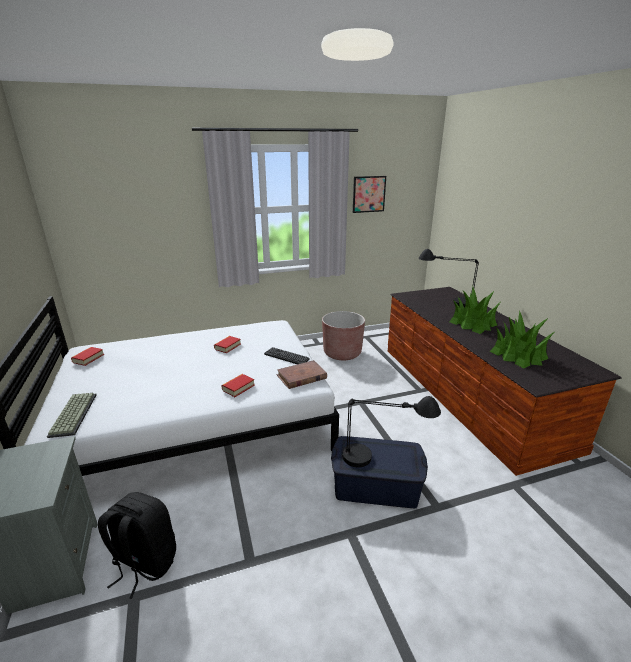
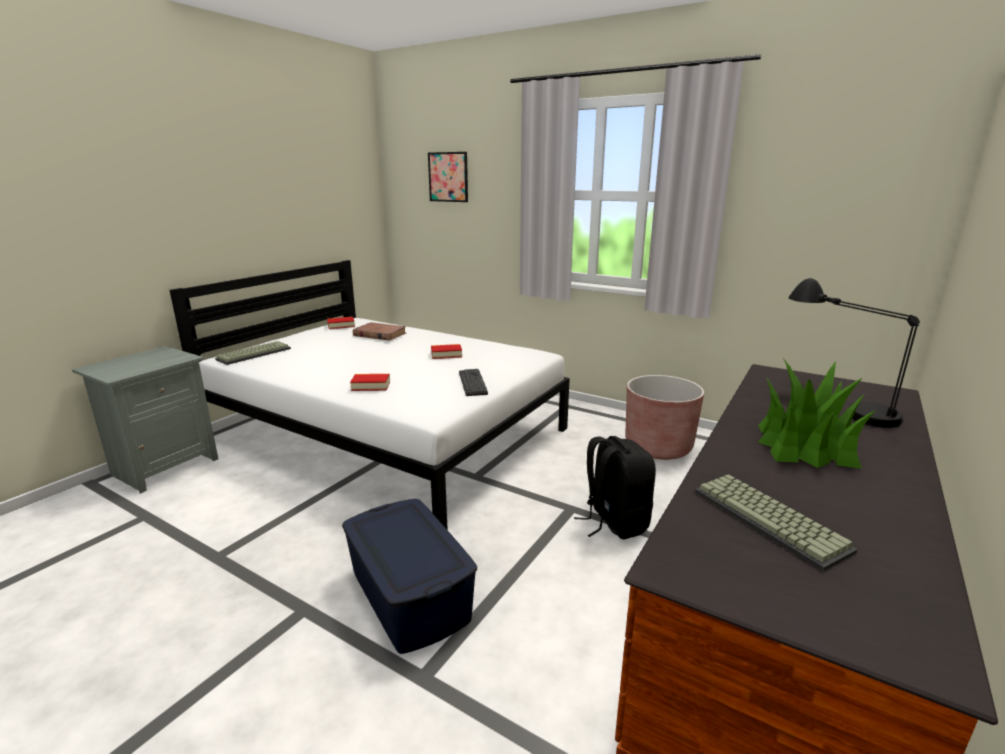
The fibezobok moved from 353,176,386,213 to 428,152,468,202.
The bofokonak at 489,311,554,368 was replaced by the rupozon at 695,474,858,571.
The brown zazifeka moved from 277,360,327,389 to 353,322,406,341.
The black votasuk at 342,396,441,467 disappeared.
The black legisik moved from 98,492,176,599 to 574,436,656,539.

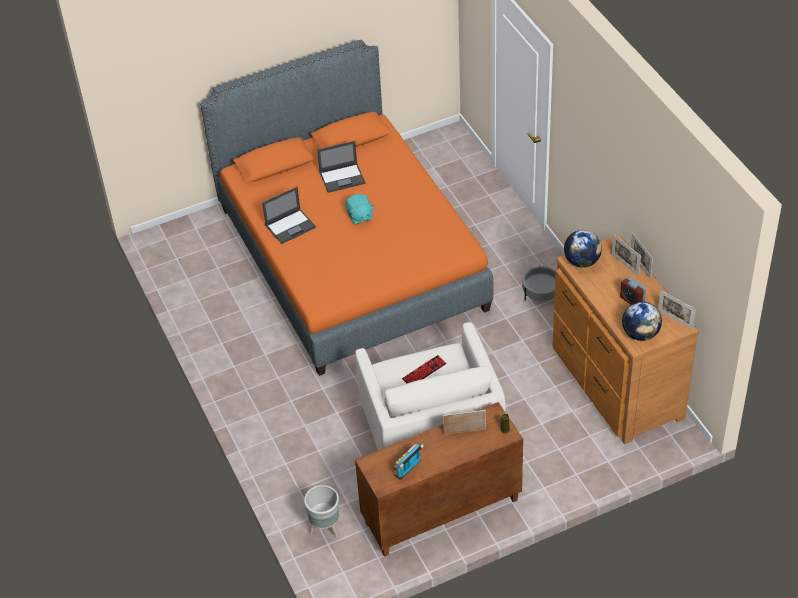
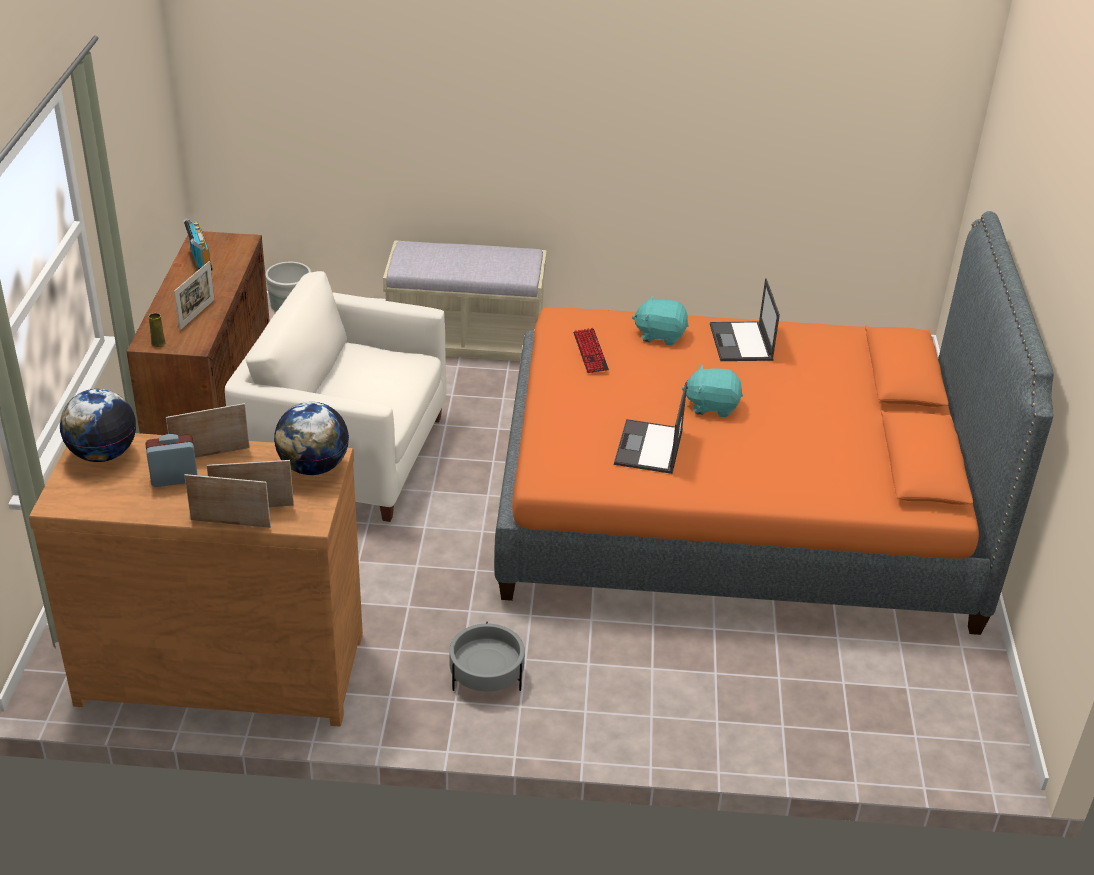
The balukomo moved from 317,141,365,193 to 614,382,687,474.
The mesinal moved from 658,290,696,330 to 166,403,250,458.
The rupozon moved from 402,355,446,383 to 573,328,609,373.
The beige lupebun at 383,240,547,361 appeared.
The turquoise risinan at 632,295,689,345 appeared.

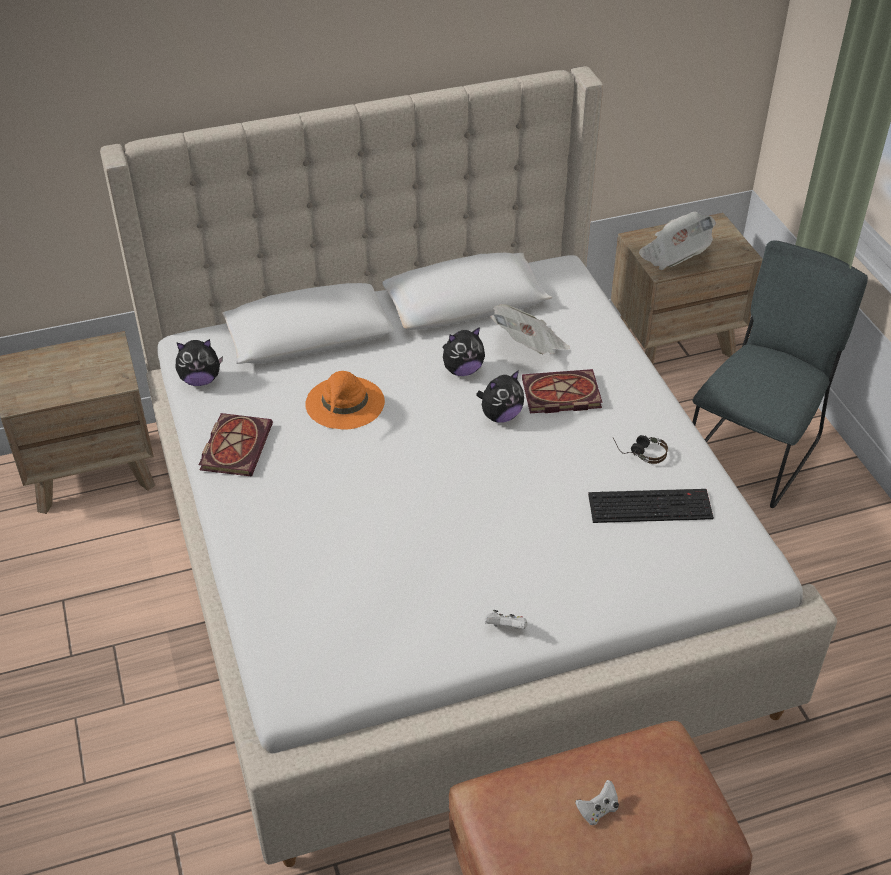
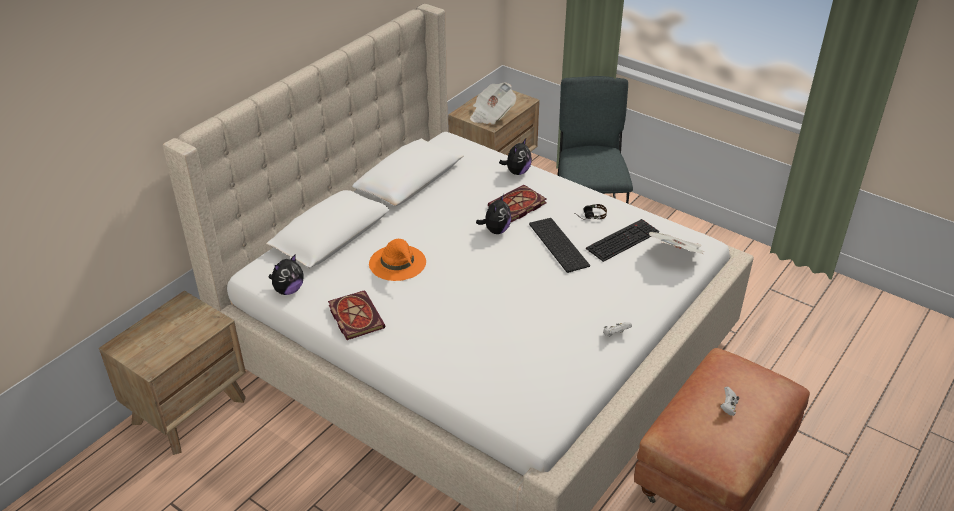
The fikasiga moved from 490,304,570,354 to 649,232,704,254.
The risinan moved from 442,327,485,376 to 499,139,532,175.
The rupozon at 529,218,590,273 appeared.

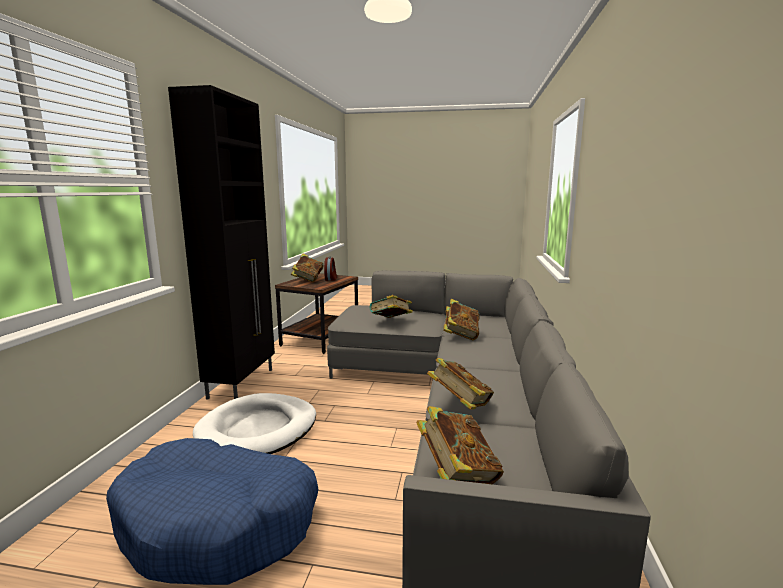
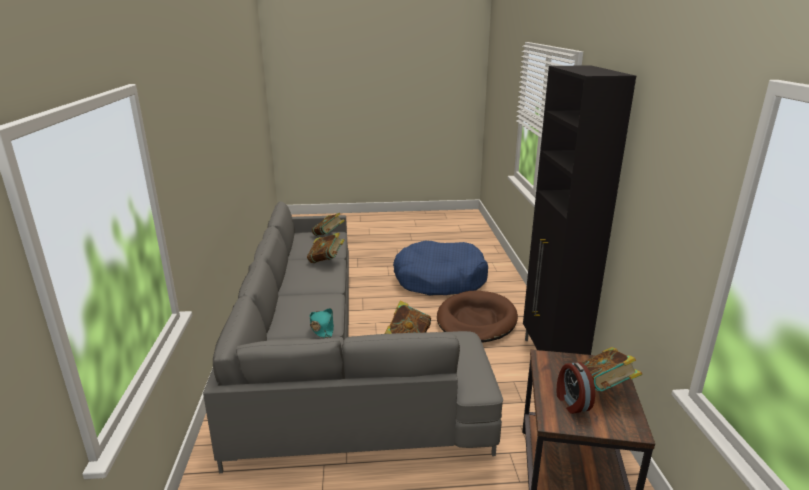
The zazifeka at 443,299,479,340 was replaced by the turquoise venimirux at 310,308,334,338.
The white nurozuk at 193,393,316,454 became the brown nurozuk at 437,291,518,343.

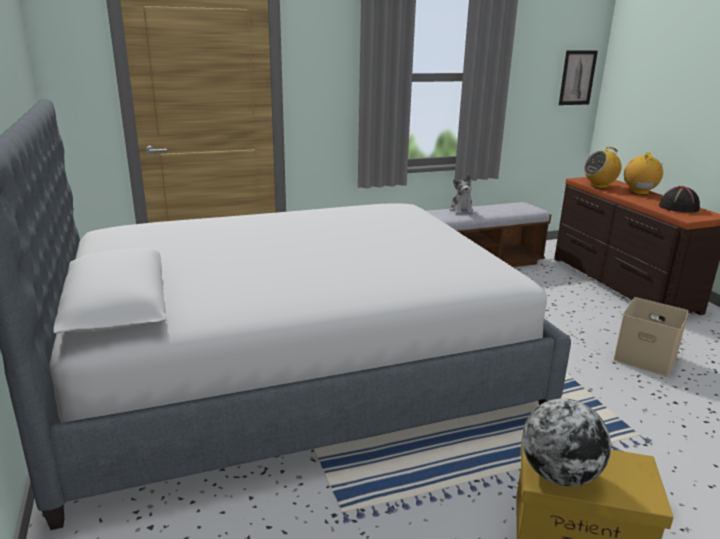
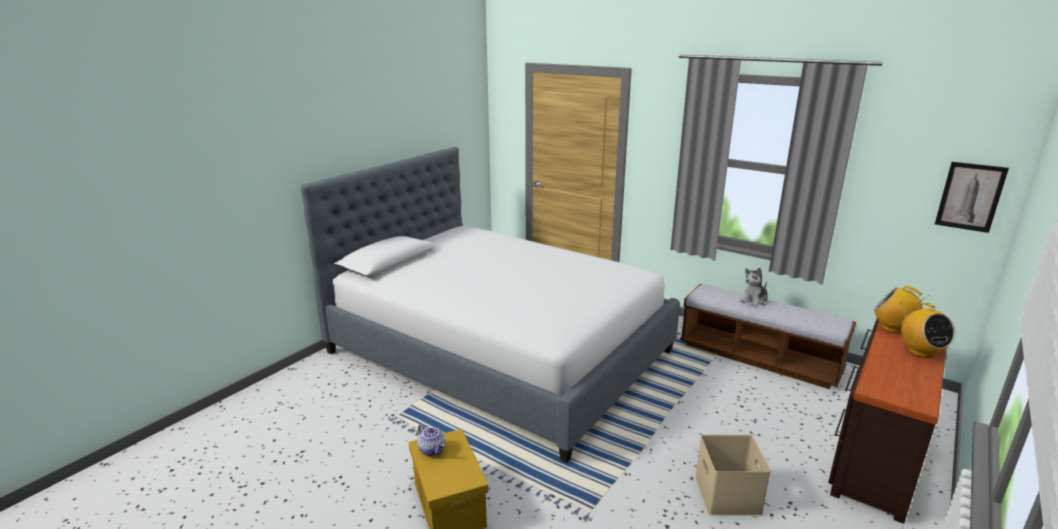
The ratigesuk at 624,152,663,195 turned 105 degrees clockwise.
The black venimirux at 659,186,700,213 disappeared.
The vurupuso at 522,398,611,486 was replaced by the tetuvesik at 417,424,445,456.

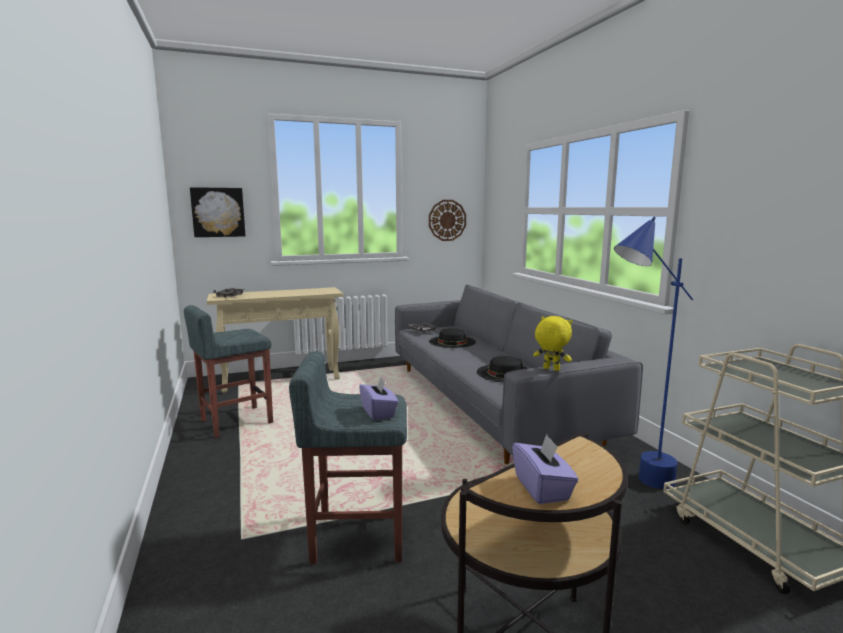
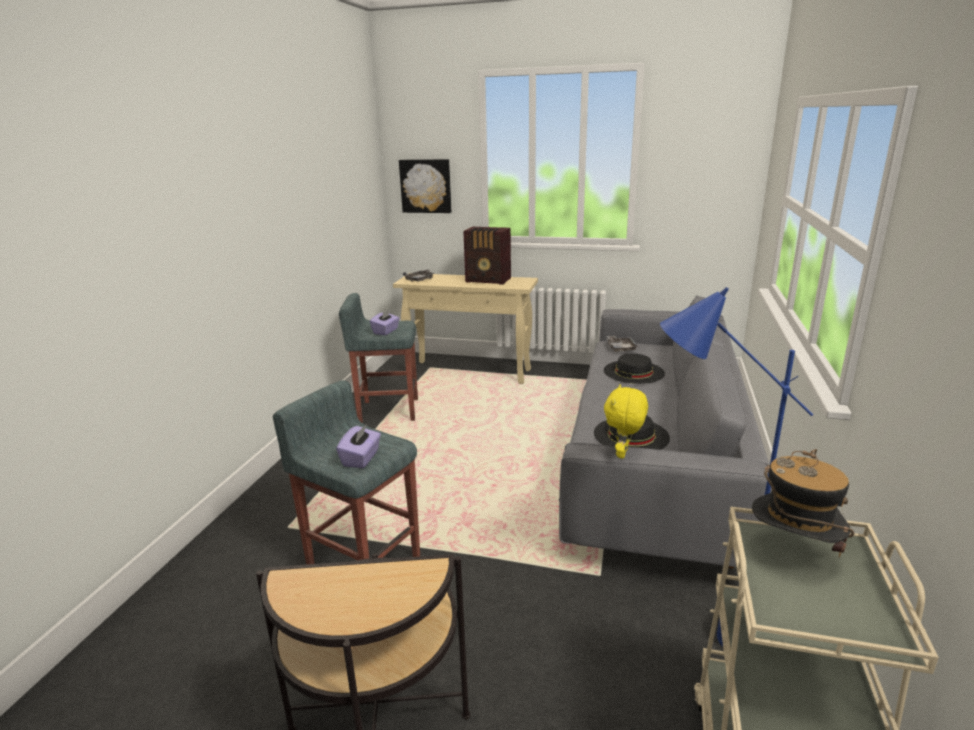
The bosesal at 429,200,466,241 disappeared.
The yellow risinan at 533,316,572,371 turned 135 degrees counterclockwise.
The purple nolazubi moved from 512,434,579,504 to 370,309,400,335.
The ratigesuk at 463,227,511,285 appeared.
The venimirux at 752,449,854,557 appeared.

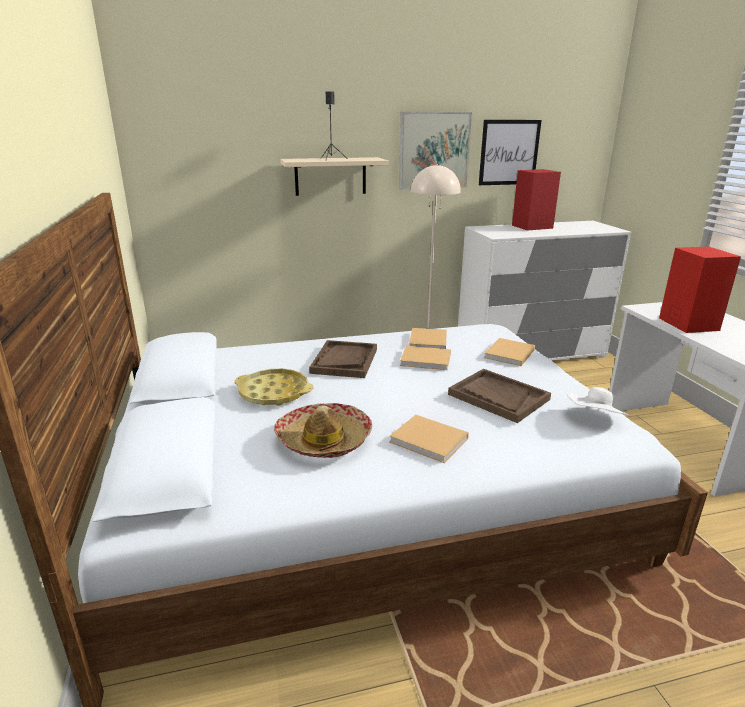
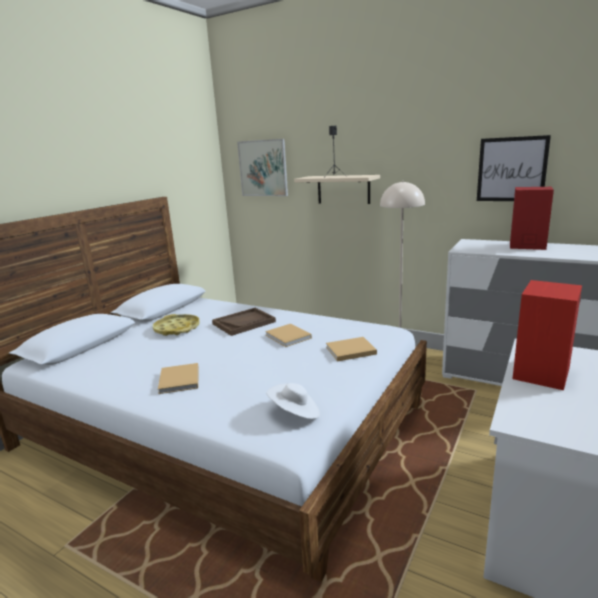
The fibezobok moved from 399,112,472,190 to 237,139,288,196.
The beige zazifeka at 409,328,447,349 disappeared.
The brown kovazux at 448,369,551,423 disappeared.
The venimirux at 274,403,372,458 disappeared.

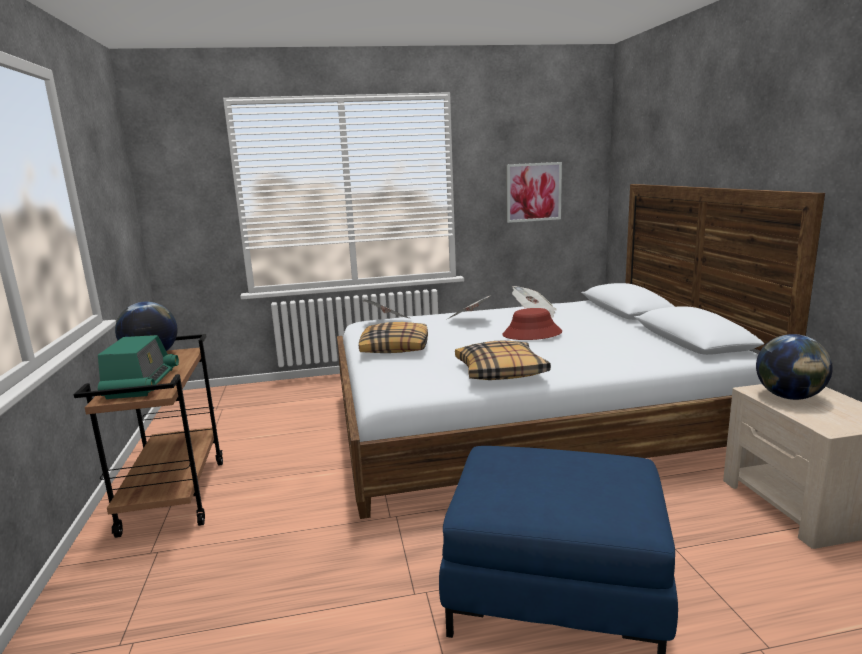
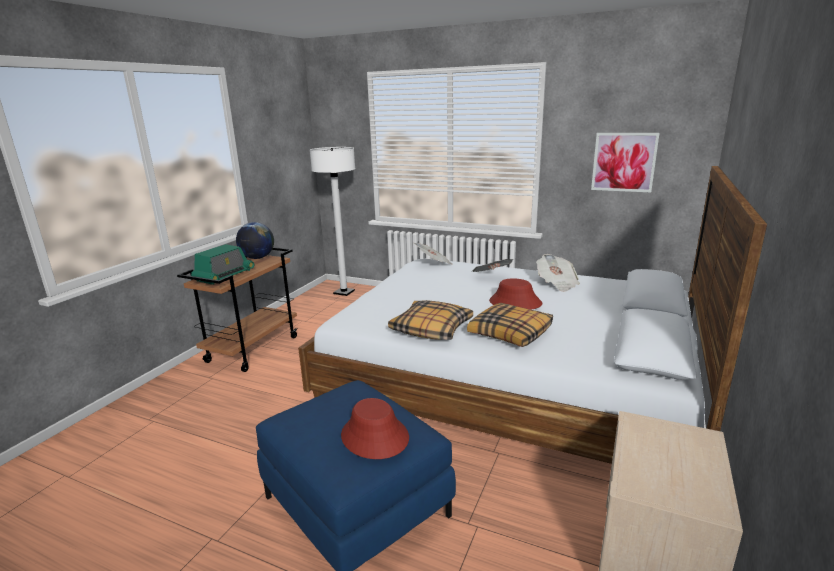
The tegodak moved from 359,322,428,353 to 467,303,553,347.
The vurupuso at 756,334,833,400 disappeared.
The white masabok at 310,147,356,296 appeared.
The red venimirux at 341,398,409,459 appeared.

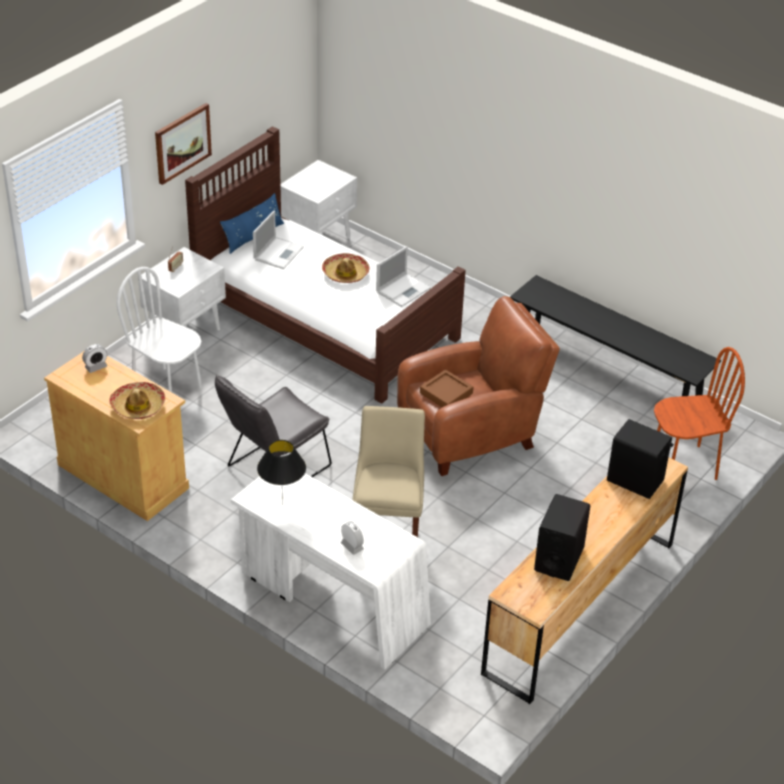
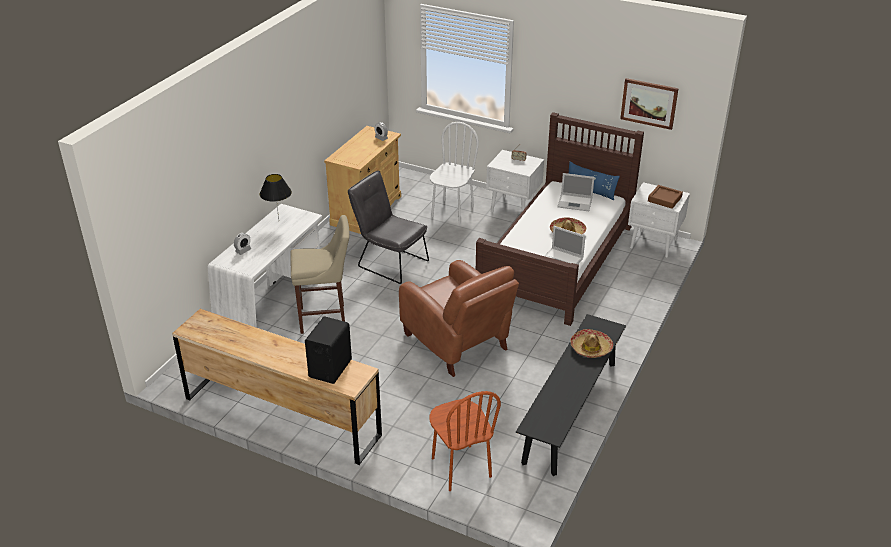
The fibezobok moved from 155,103,212,185 to 620,78,679,130.
The brown kovazux moved from 420,369,473,407 to 648,185,683,209.
The venimirux moved from 109,382,165,419 to 570,329,613,358.
The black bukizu at 534,494,590,581 disappeared.

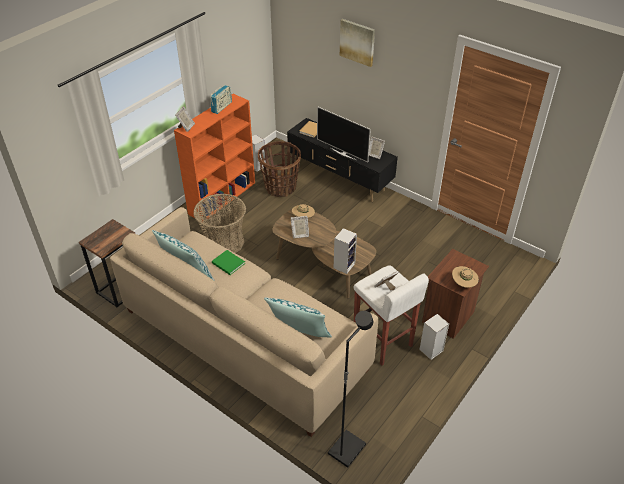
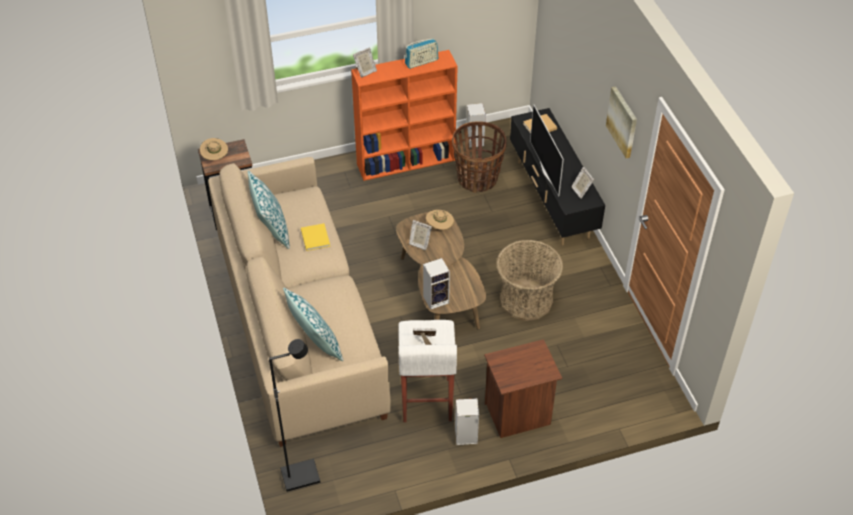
The fibezobok moved from 340,19,375,67 to 606,86,637,158.
The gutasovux moved from 193,194,246,253 to 496,240,563,321.
The green zazifeka at 212,250,245,275 became the yellow zazifeka at 301,223,330,251.
The beige venimirux moved from 452,266,479,288 to 200,138,228,160.

